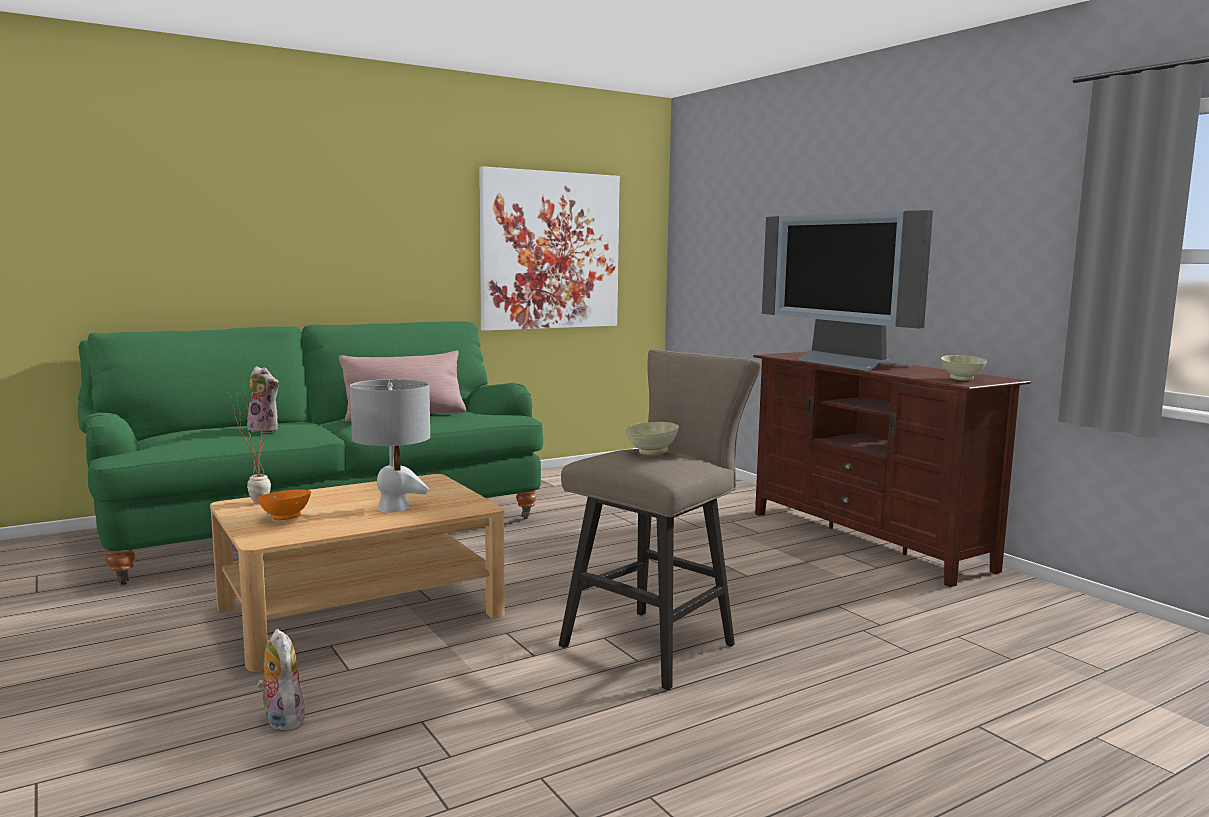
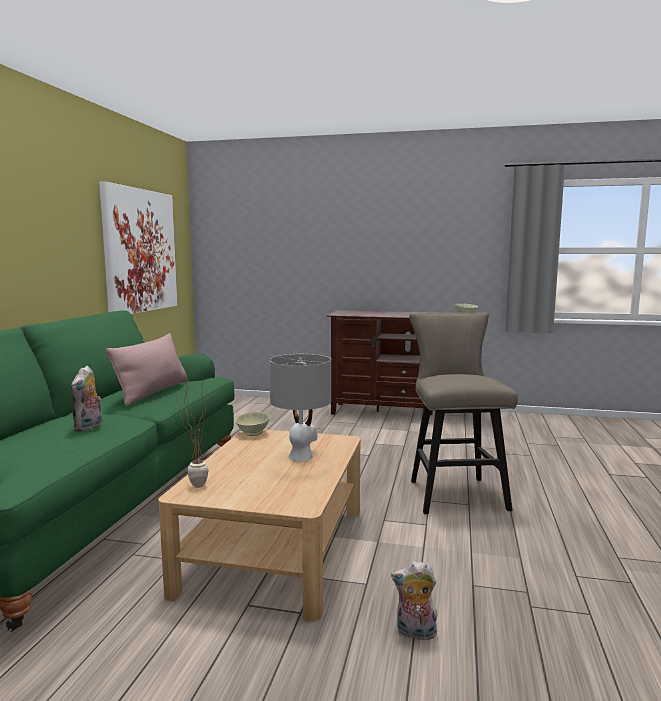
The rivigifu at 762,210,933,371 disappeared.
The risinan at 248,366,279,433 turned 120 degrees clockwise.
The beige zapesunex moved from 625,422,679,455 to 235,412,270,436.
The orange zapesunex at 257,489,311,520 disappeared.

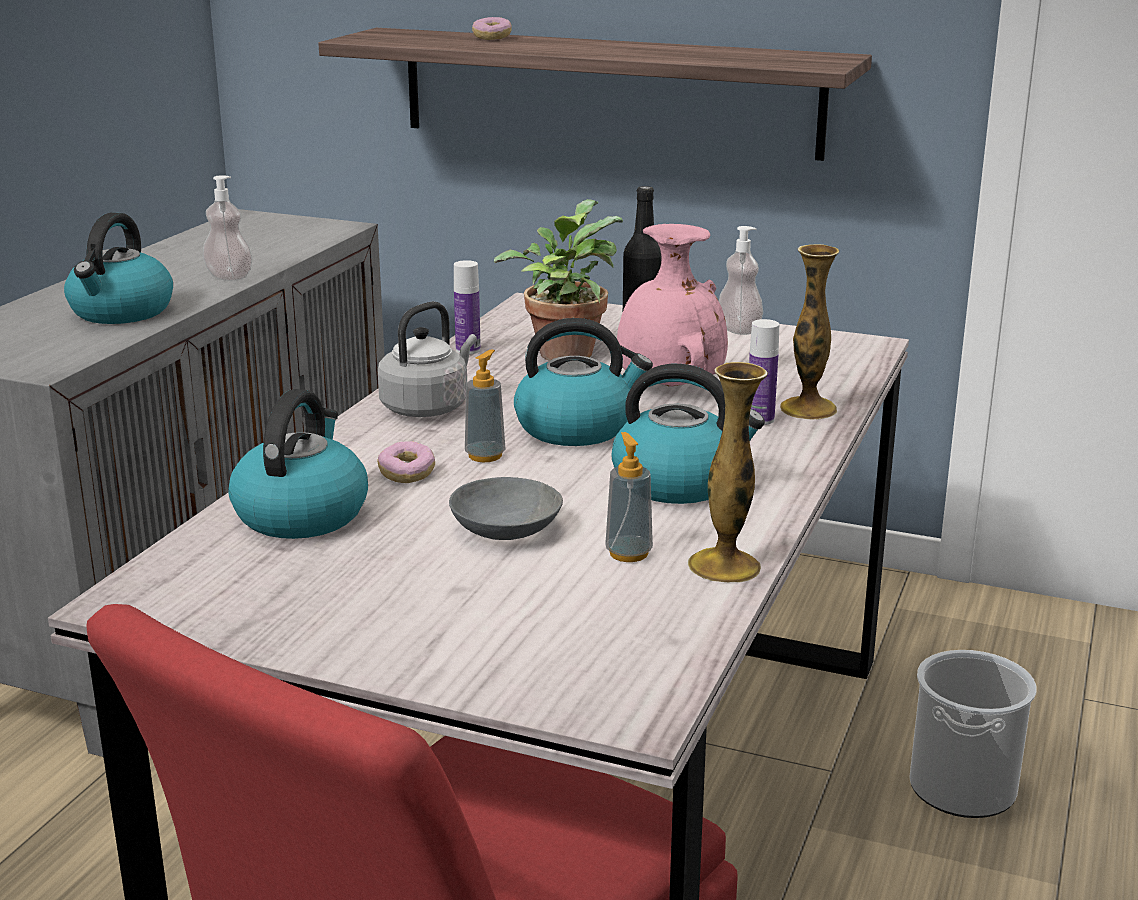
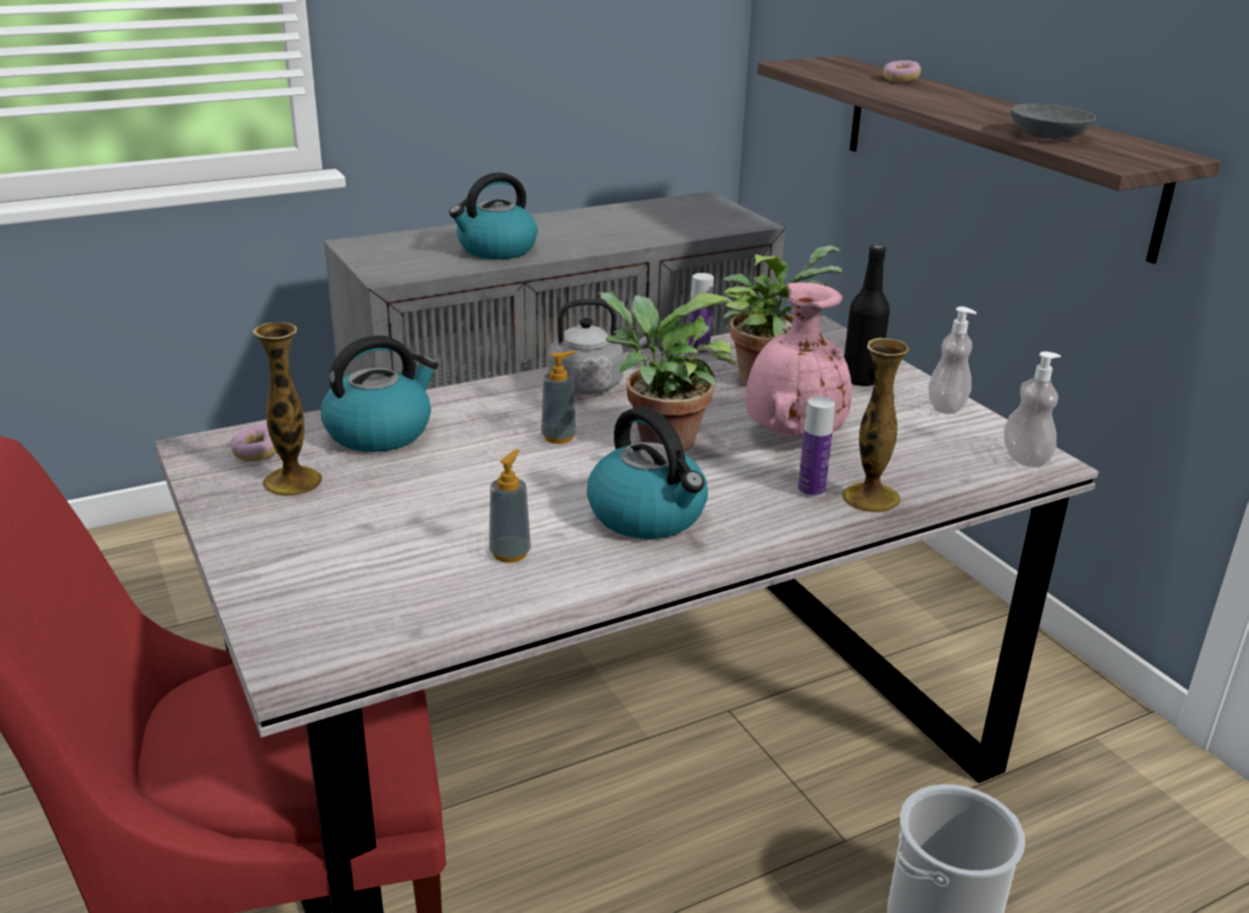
The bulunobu moved from 203,175,252,281 to 1004,351,1061,467.
The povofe at 514,318,653,446 was replaced by the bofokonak at 597,291,736,452.
The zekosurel moved from 687,362,768,583 to 253,322,322,496.
The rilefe moved from 377,441,435,483 to 231,425,276,462.
The grey zapesunex moved from 449,477,563,540 to 1010,103,1096,140.

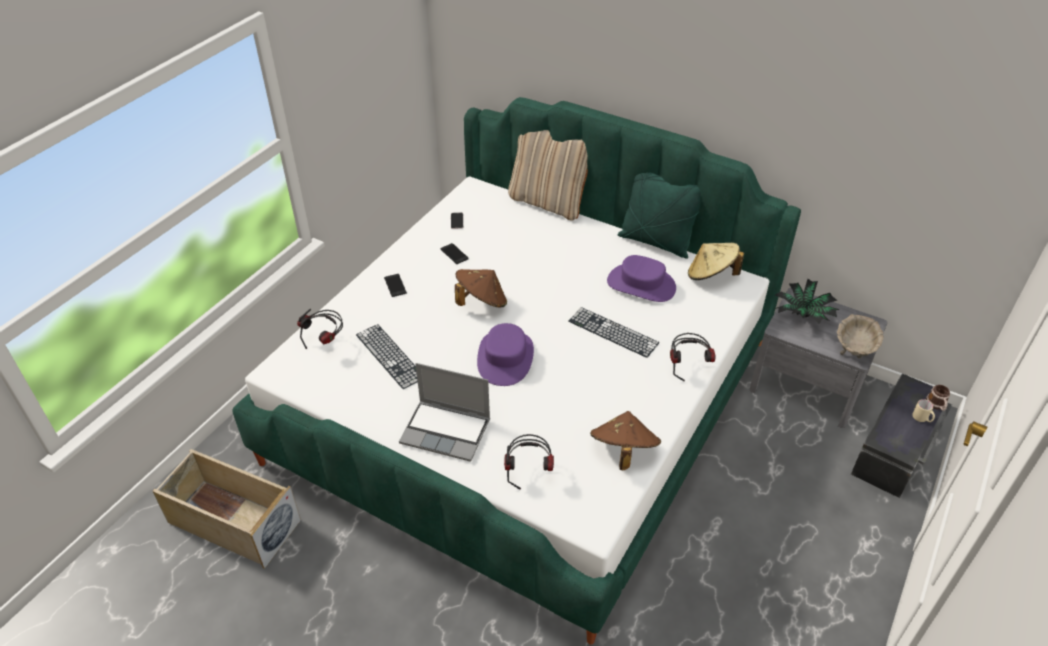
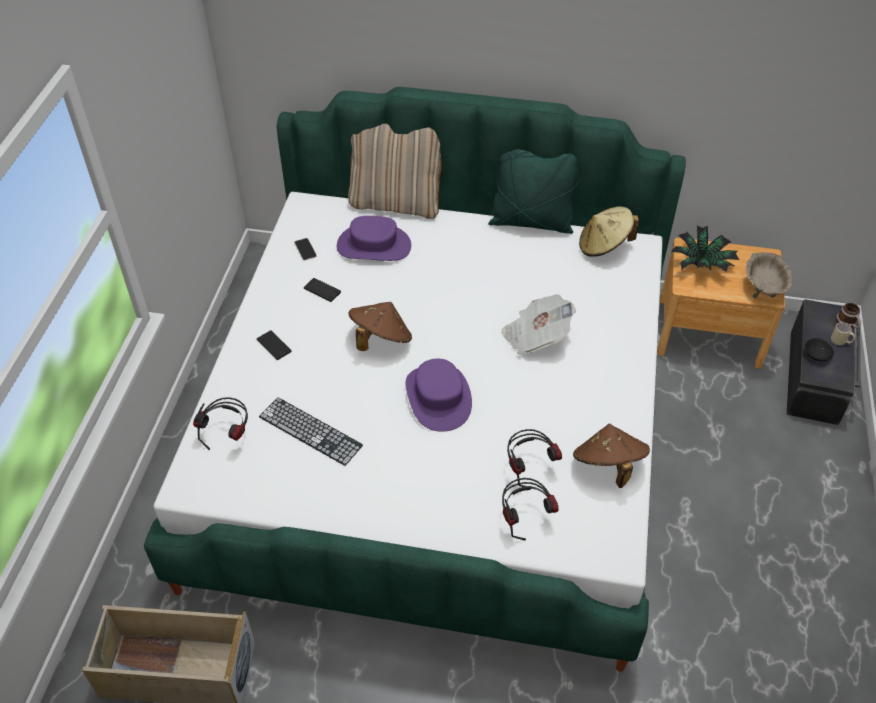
The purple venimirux moved from 607,255,676,302 to 337,216,411,261.
The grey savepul at 749,288,887,428 became the brown savepul at 657,238,785,369.
The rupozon at 569,307,659,358 was replaced by the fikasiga at 501,294,576,355.
The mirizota moved from 670,333,716,381 to 507,429,562,487.
The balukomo at 399,363,490,462 disappeared.
The black zapesunex at 805,338,834,361 appeared.

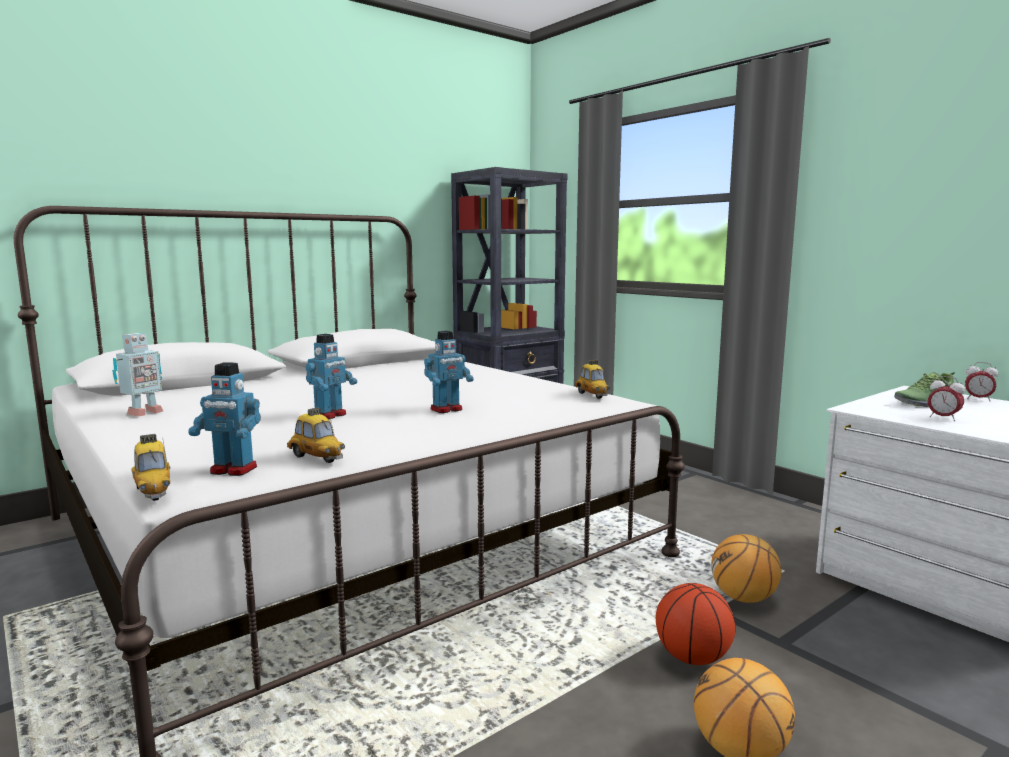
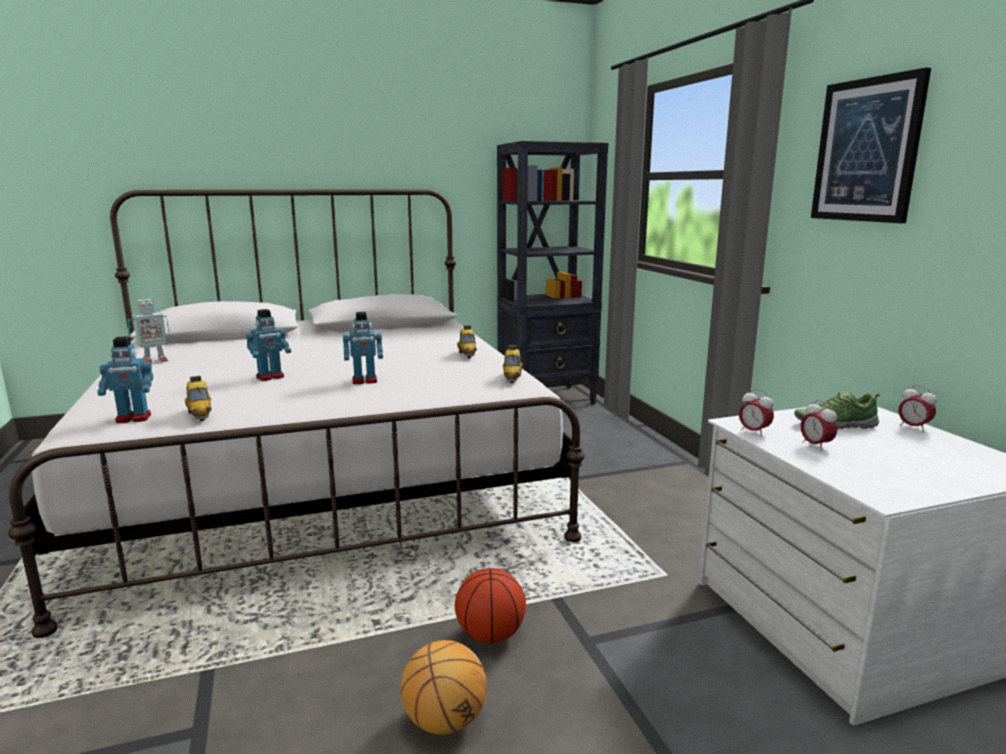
The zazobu at 188,362,261,476 turned 45 degrees counterclockwise.
The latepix moved from 131,434,171,501 to 457,325,477,358.
The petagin at 711,534,781,603 disappeared.
The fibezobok at 811,67,931,223 appeared.
The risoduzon at 739,389,774,436 appeared.

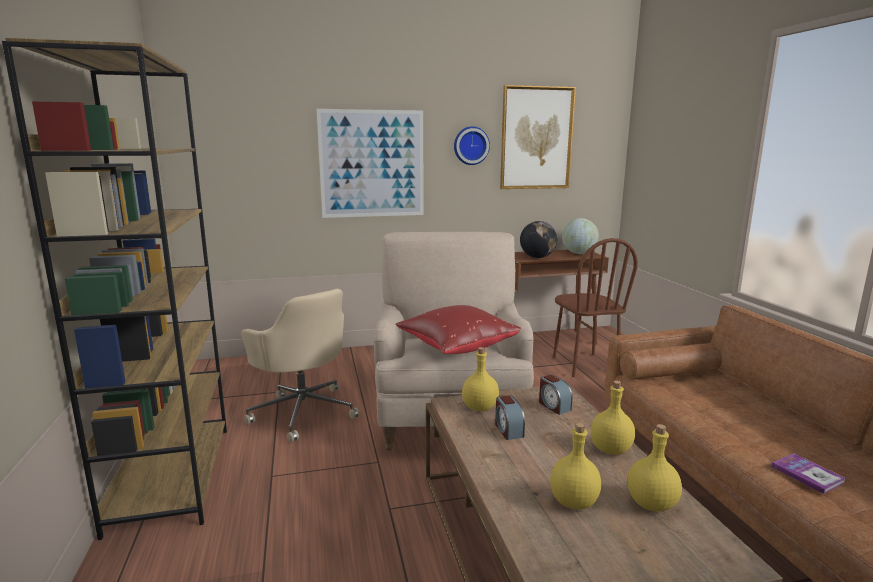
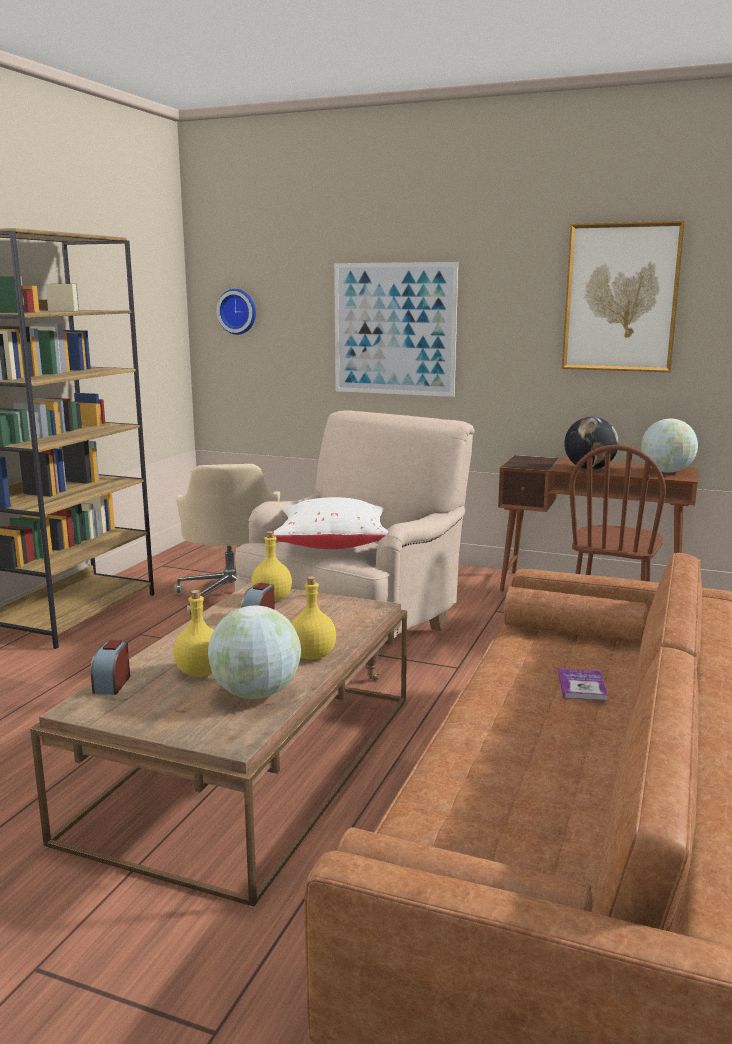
The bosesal moved from 454,126,490,165 to 216,289,256,335.
The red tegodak at 396,305,521,354 became the white tegodak at 273,497,388,549.
The risoduzon moved from 539,375,572,415 to 90,640,130,695.
The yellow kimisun at 627,424,682,512 was replaced by the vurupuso at 208,606,301,699.
The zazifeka moved from 771,453,847,494 to 558,668,608,701.

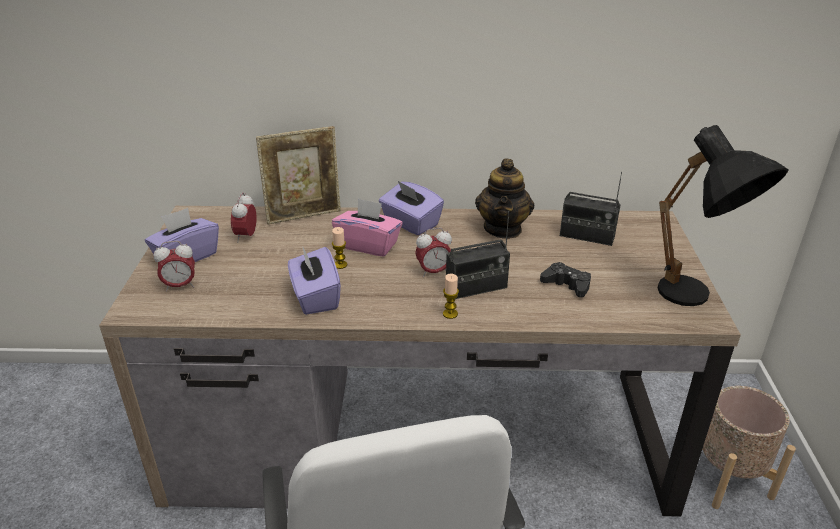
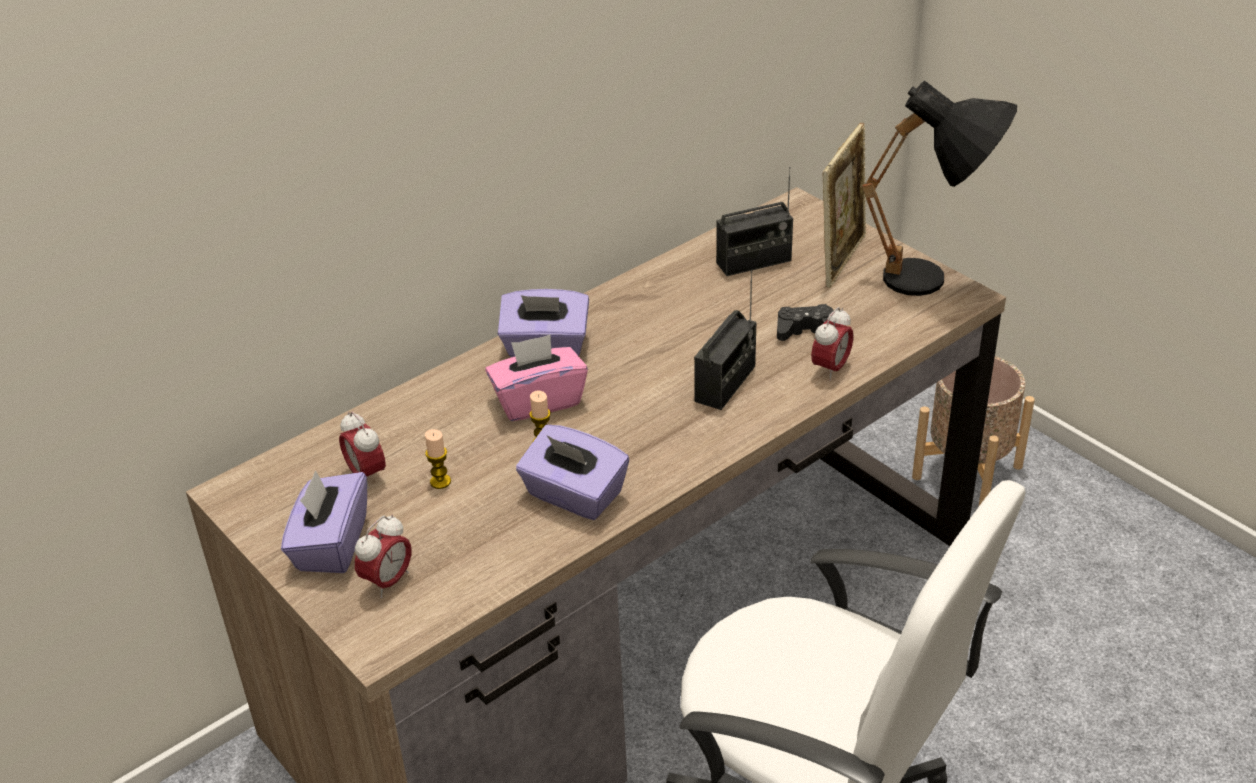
The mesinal moved from 256,126,341,224 to 823,123,866,288.
The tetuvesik at 475,158,534,239 disappeared.
The risoduzon moved from 415,228,452,277 to 811,307,854,381.
The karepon moved from 443,273,459,319 to 425,429,451,489.

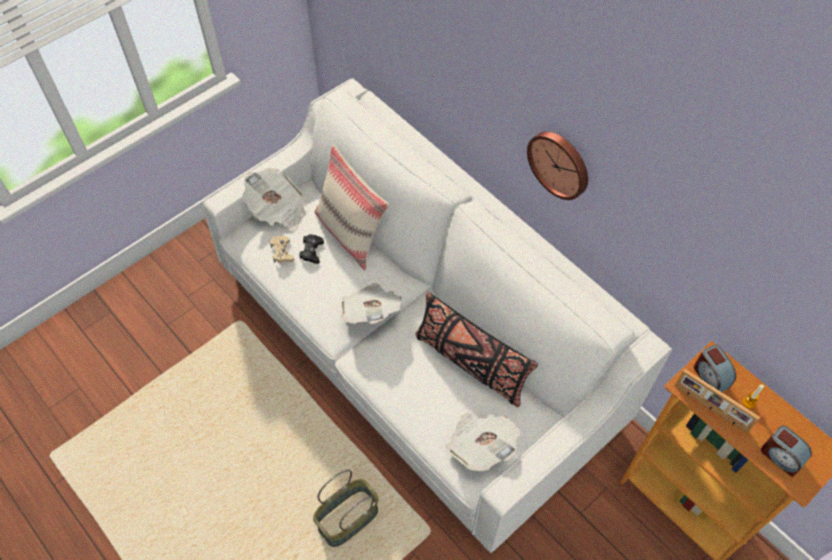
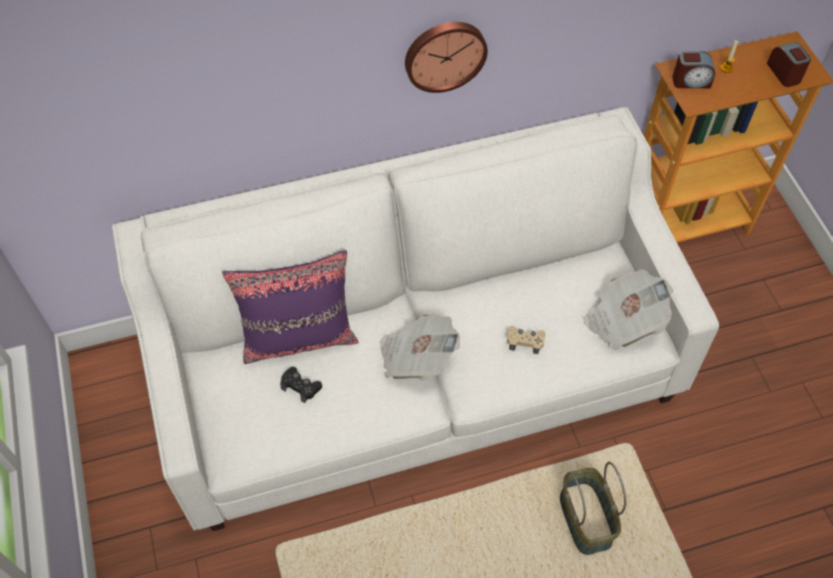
The beige tegodak at 315,144,389,271 became the purple tegodak at 222,250,359,364.
The fikasiga at 242,168,307,230 disappeared.
The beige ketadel moved from 270,236,294,263 to 507,326,546,354.
The black tegodak at 415,292,538,407 disappeared.
The mesinal at 674,369,760,433 disappeared.
The risoduzon at 761,426,812,477 turned 90 degrees counterclockwise.

